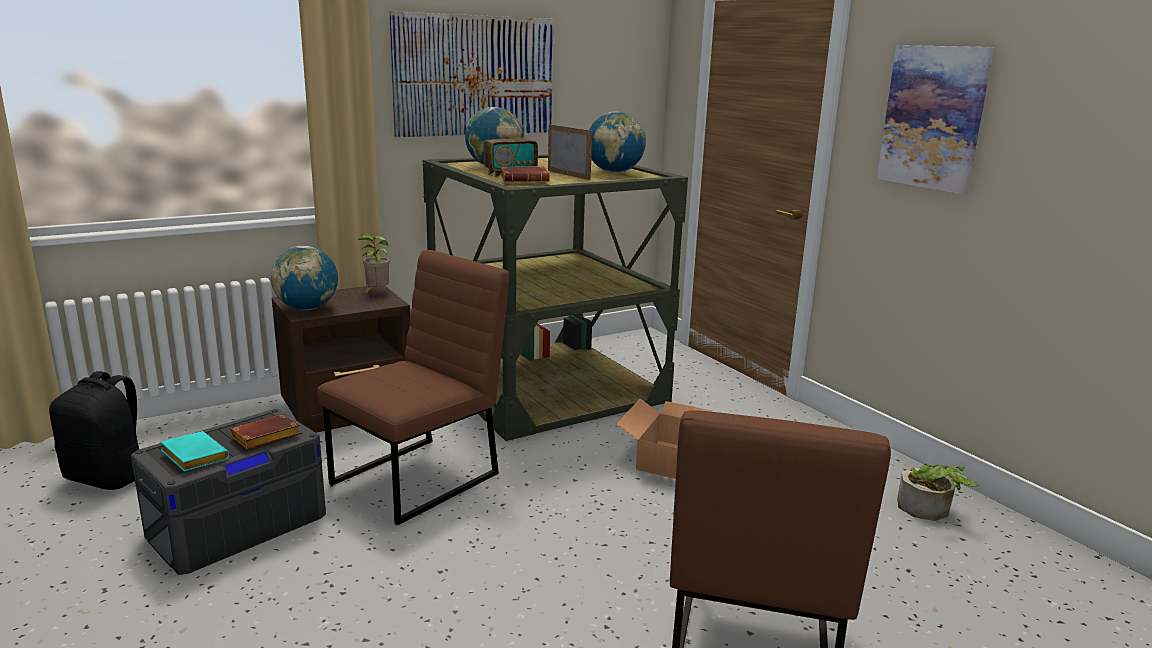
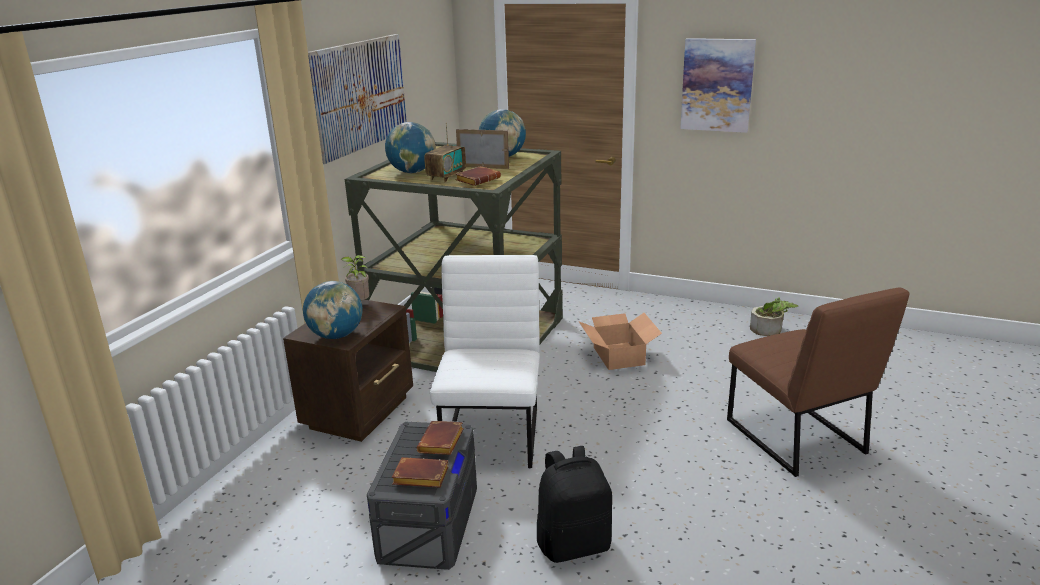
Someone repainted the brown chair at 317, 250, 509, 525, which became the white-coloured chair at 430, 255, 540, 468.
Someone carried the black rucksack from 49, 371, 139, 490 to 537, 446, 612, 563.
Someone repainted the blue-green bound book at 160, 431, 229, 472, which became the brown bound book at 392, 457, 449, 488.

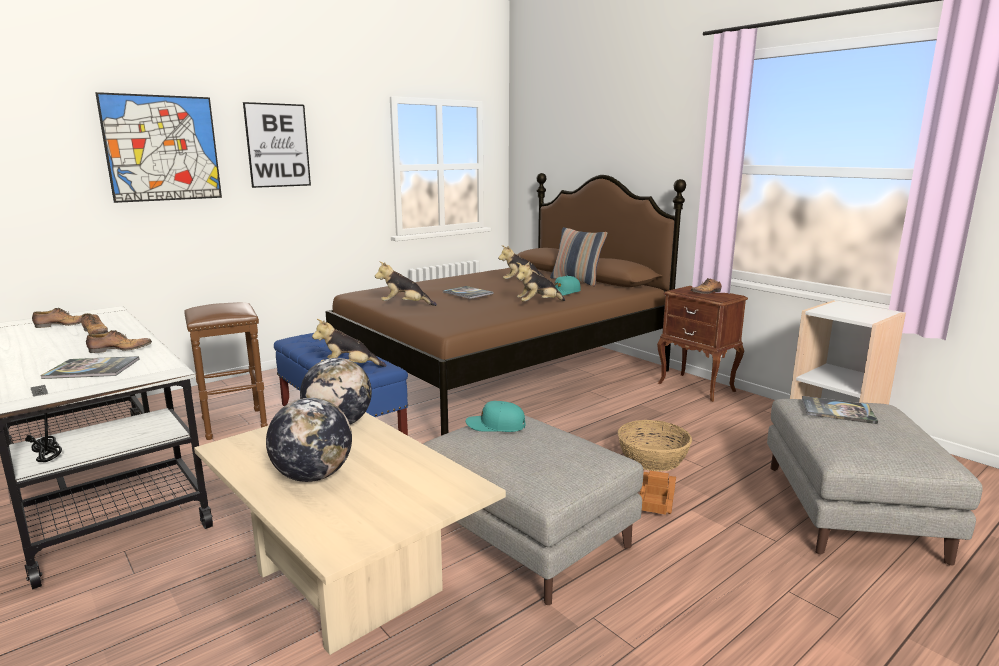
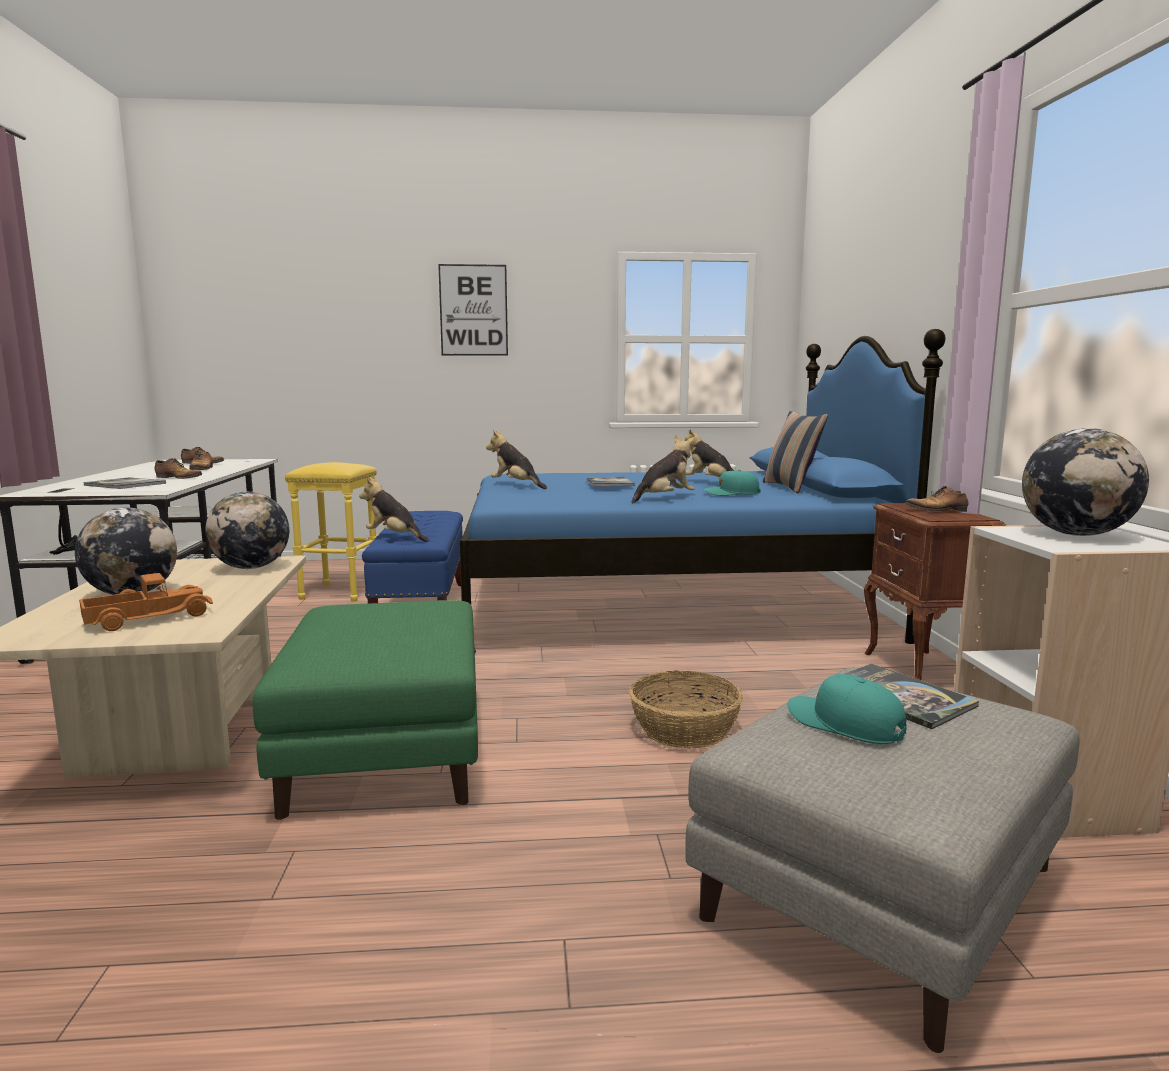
Someone took away the wall picture at 95, 92, 222, 203.
Someone repainted the brown bedroom bed at 325, 173, 686, 436, which became the blue-coloured bedroom bed at 460, 329, 946, 653.
Someone rotated the soft toy at 516, 262, 565, 302 by 135 degrees clockwise.
Someone repainted the brown sitting stool at 184, 302, 268, 440, which became the yellowish sitting stool at 285, 462, 377, 602.
Someone carried the blue-green peaked cap from 466, 401, 525, 432 to 787, 674, 907, 744.
Someone repainted the greyish pouffe at 423, 415, 643, 605, which became the green pouffe at 253, 600, 478, 820.
Someone carried the toy lorry from 639, 471, 676, 515 to 79, 573, 213, 631.
Someone put down the world globe at 1022, 428, 1149, 536.

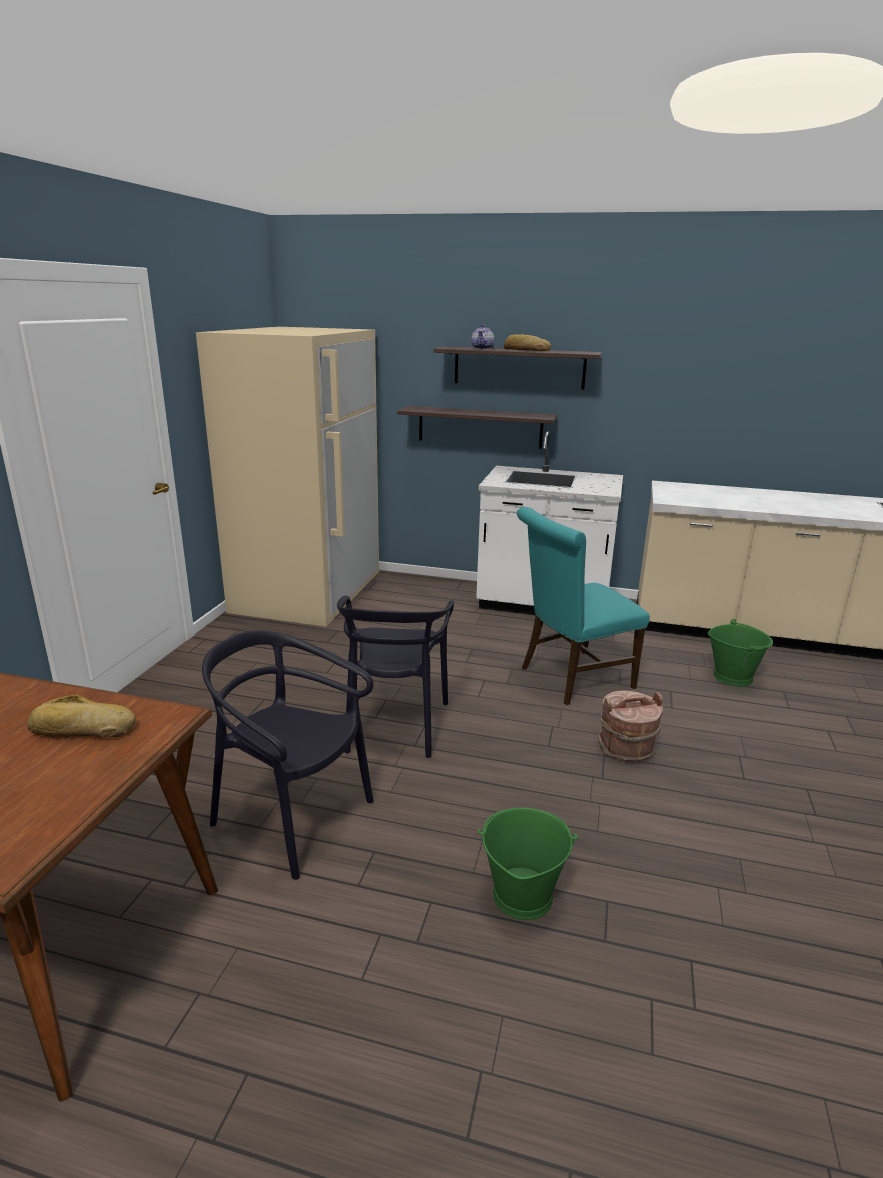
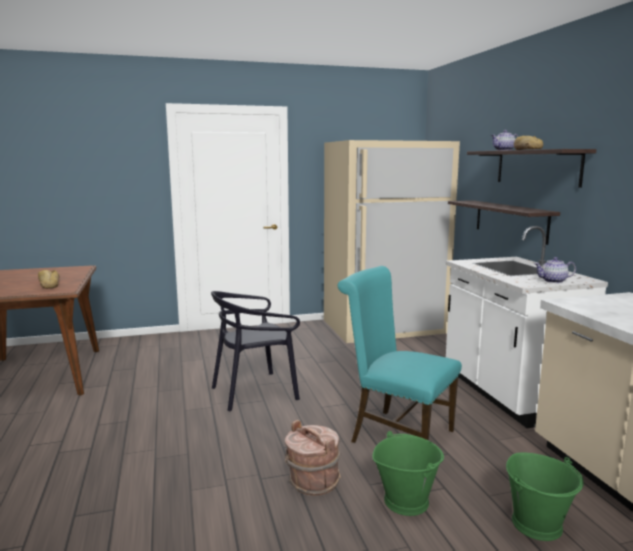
Someone took away the black chair at 202, 630, 374, 880.
Someone carried the green bucket from 478, 808, 578, 920 to 372, 431, 444, 516.
Someone put down the tea pot at 534, 257, 576, 283.

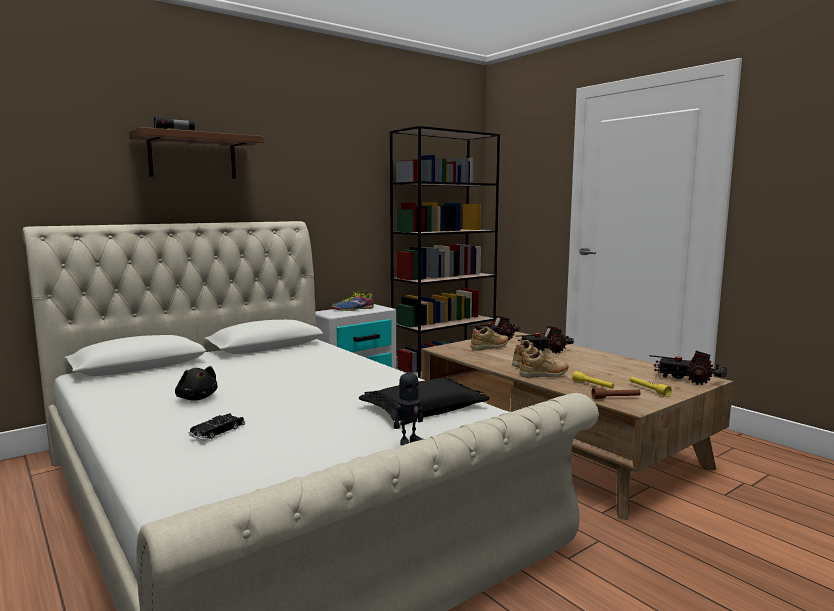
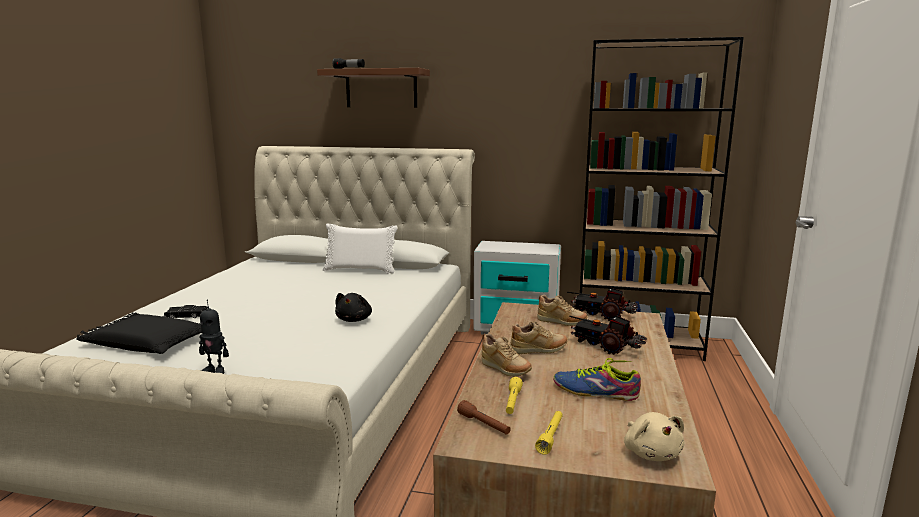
Someone carried the item of footwear from 332, 291, 374, 311 to 553, 358, 641, 401.
Someone swapped the toy lorry at 649, 351, 727, 385 for the beige soft toy at 624, 412, 684, 461.
Someone carried the black soft toy from 175, 366, 218, 401 to 335, 293, 372, 322.
Someone carried the black cushion from 359, 378, 490, 421 to 76, 312, 202, 354.
Someone put down the white-coloured cushion at 323, 223, 398, 274.

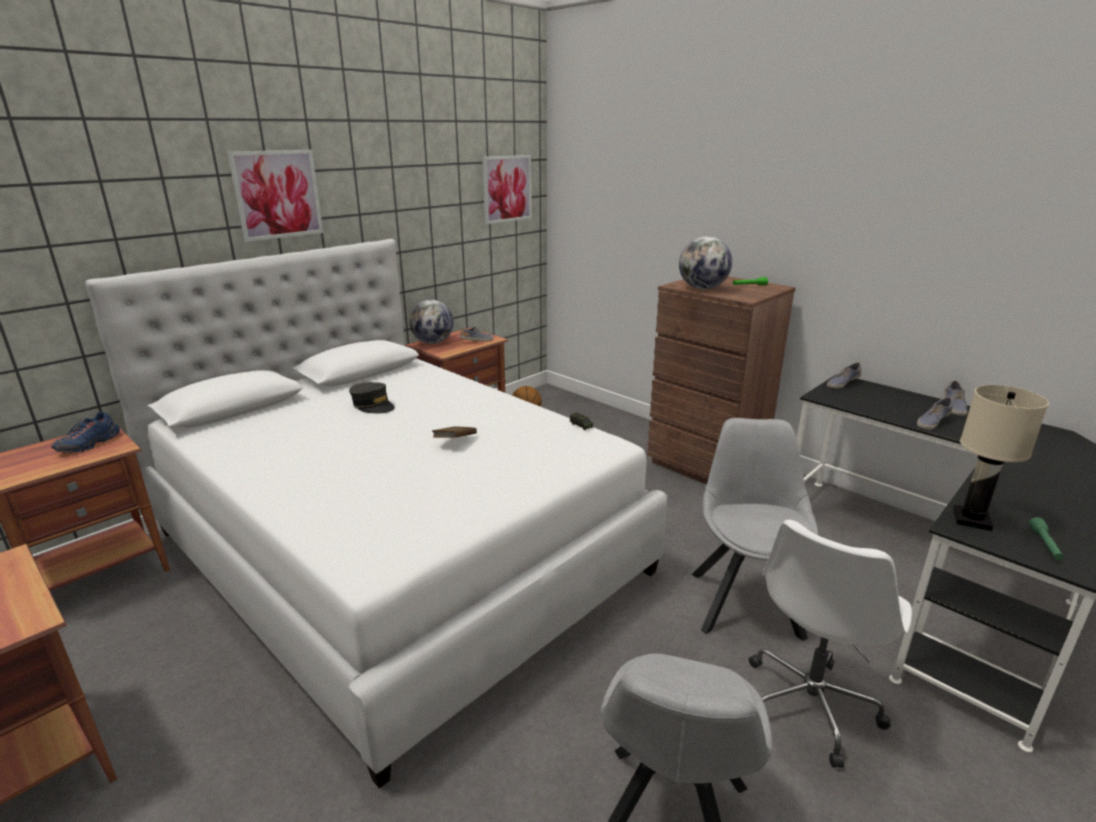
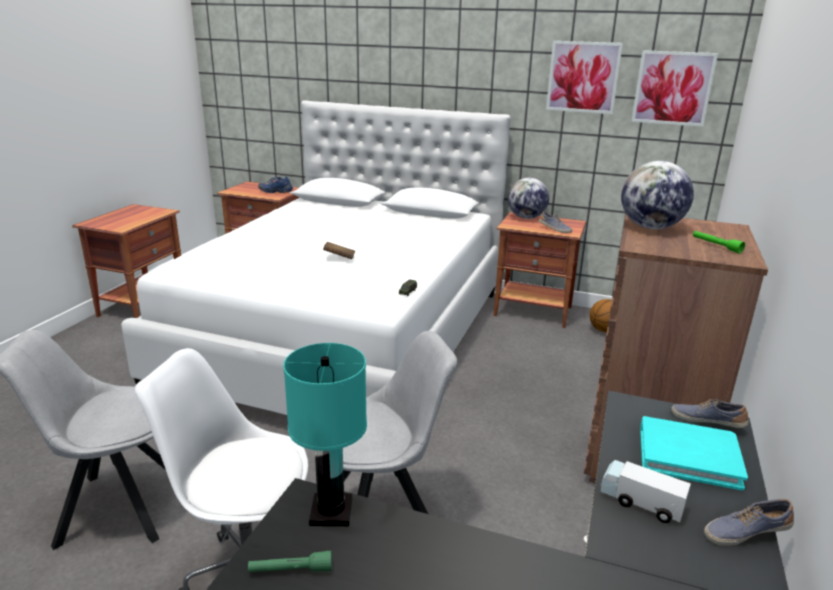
Someone carried the wall picture from 227, 150, 323, 242 to 546, 41, 623, 114.
Someone took away the greyish peaked cap at 349, 382, 395, 414.
Someone repainted the beige lamp for a table at 953, 385, 1049, 531, which became the blue-green lamp for a table at 283, 343, 367, 526.
Someone swapped the item of footwear at 917, 397, 953, 430 for the toy lorry at 600, 460, 691, 523.
Someone put down the blue-green bound book at 640, 416, 748, 491.

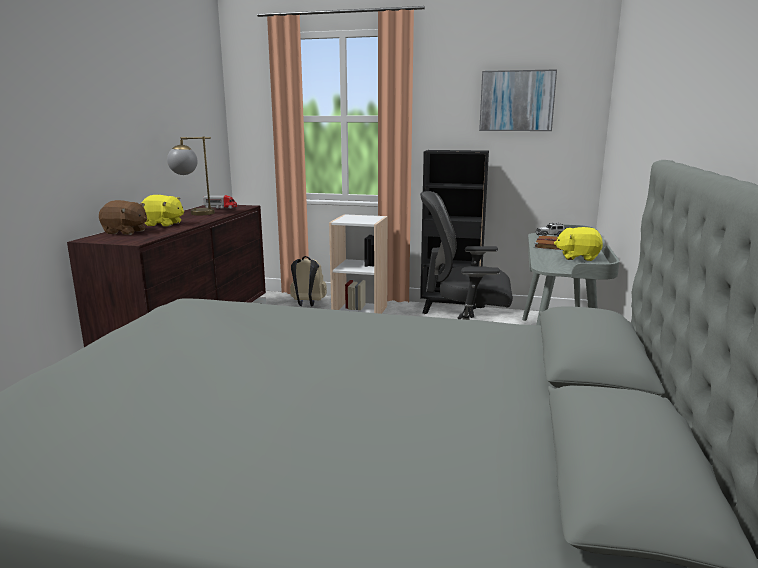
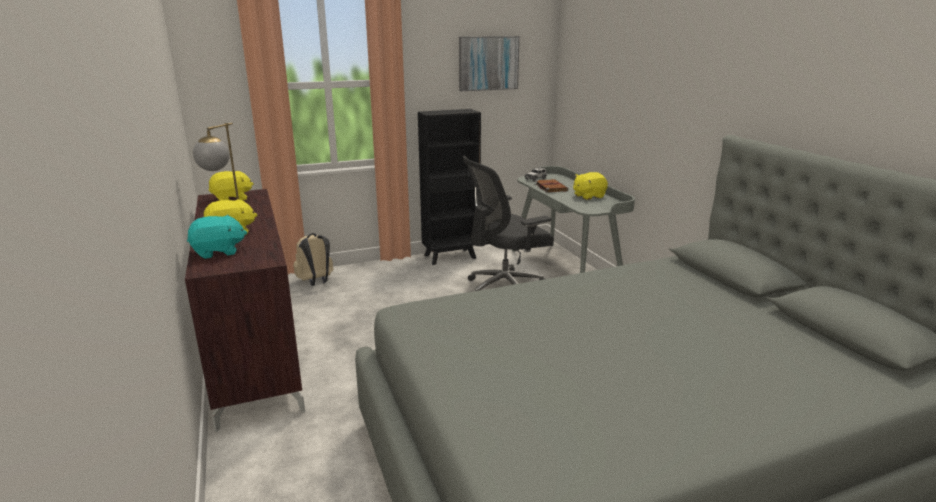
Someone swapped the toy lorry at 203, 195, 237, 209 for the yellowish soft toy at 209, 171, 254, 201.
Someone repainted the brown soft toy at 99, 200, 147, 235, which became the blue-green soft toy at 187, 215, 247, 259.
Someone took away the bookshelf at 329, 214, 388, 314.

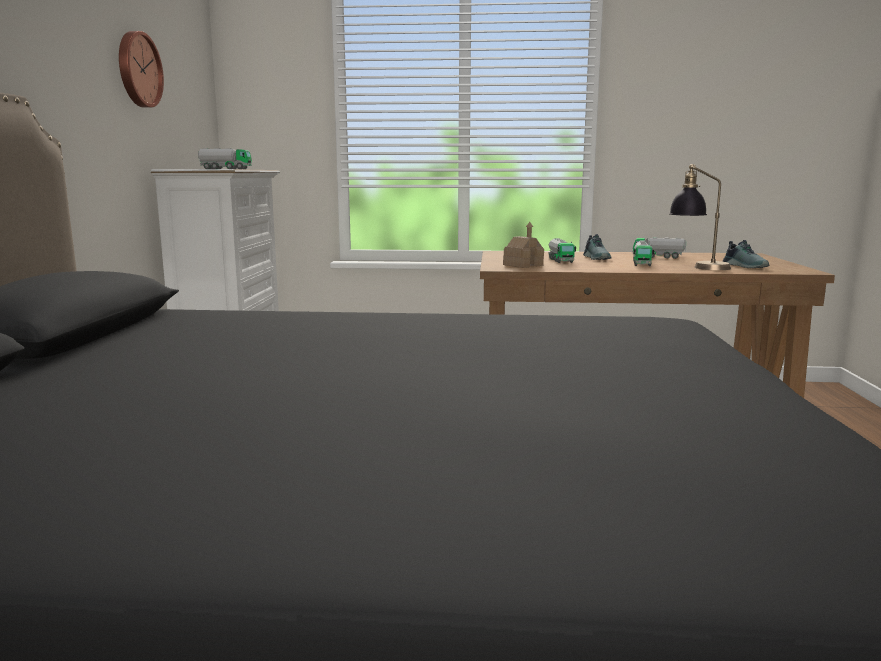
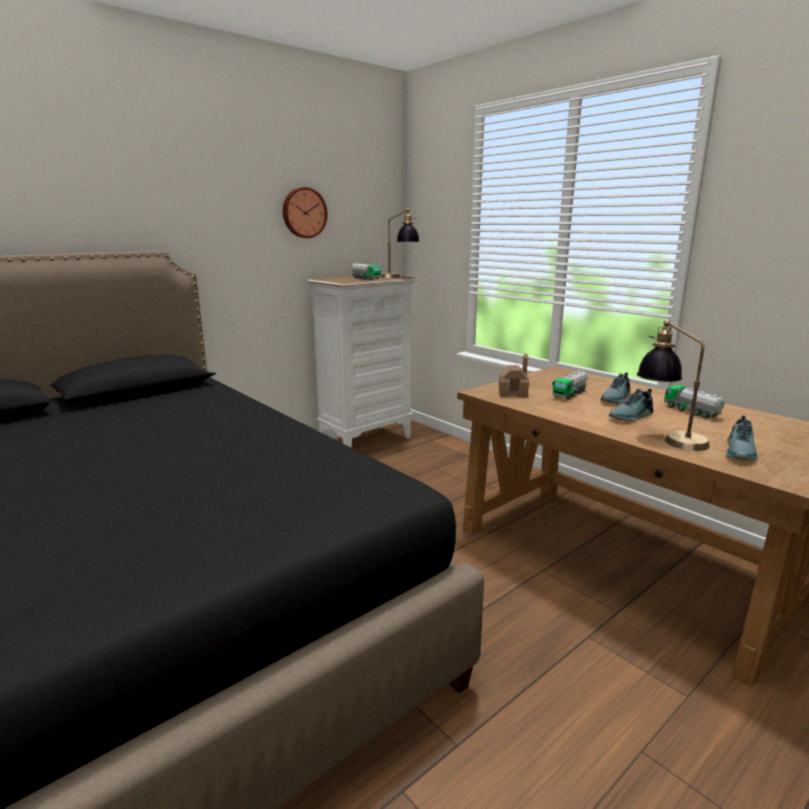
Someone swapped the toy lorry at 633, 240, 654, 266 for the item of footwear at 609, 389, 653, 421.
Someone put down the lamp for a table at 381, 208, 420, 278.

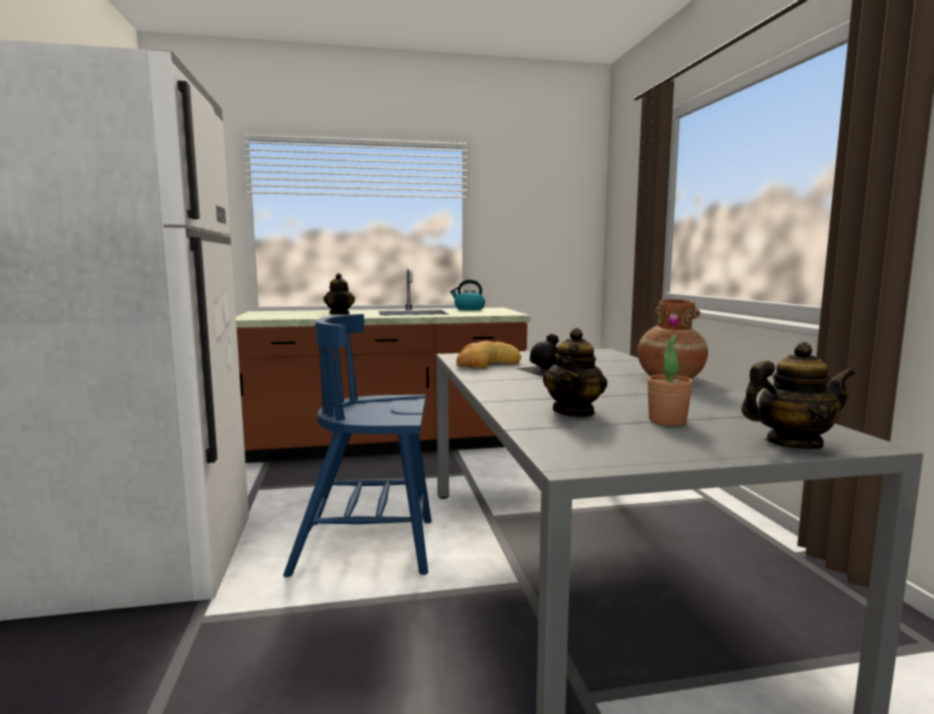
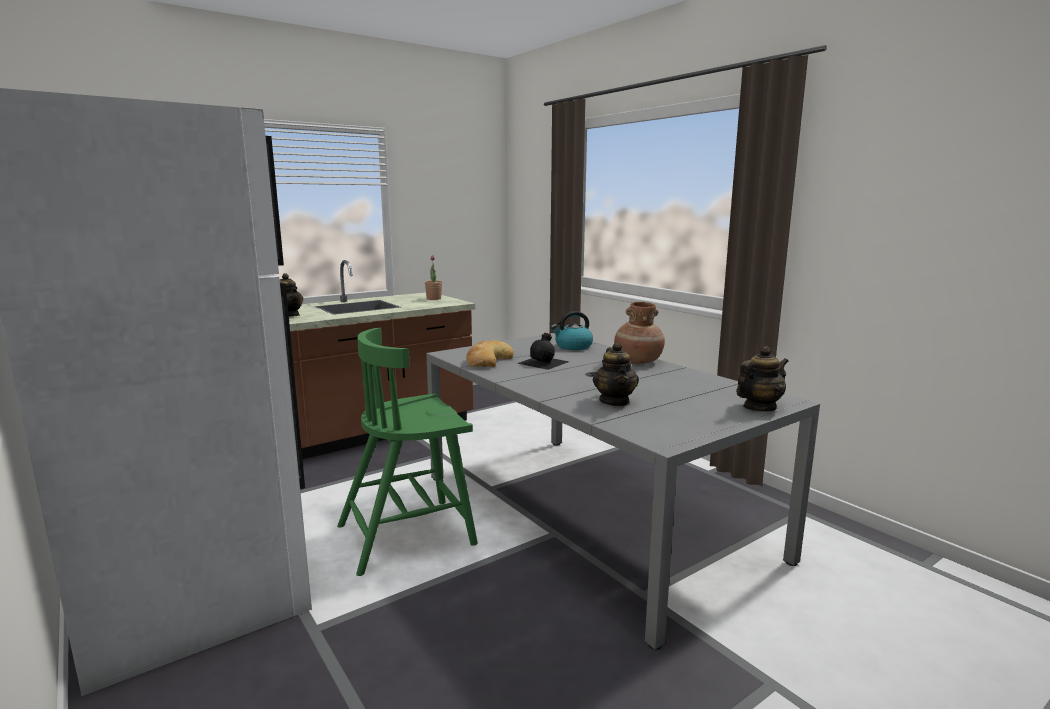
Someone carried the kettle from 450, 280, 485, 310 to 551, 311, 593, 350.
Someone carried the potted plant from 647, 313, 693, 426 to 425, 255, 442, 300.
Someone repainted the blue-coloured chair at 283, 314, 432, 577, which became the green chair at 337, 328, 478, 576.

